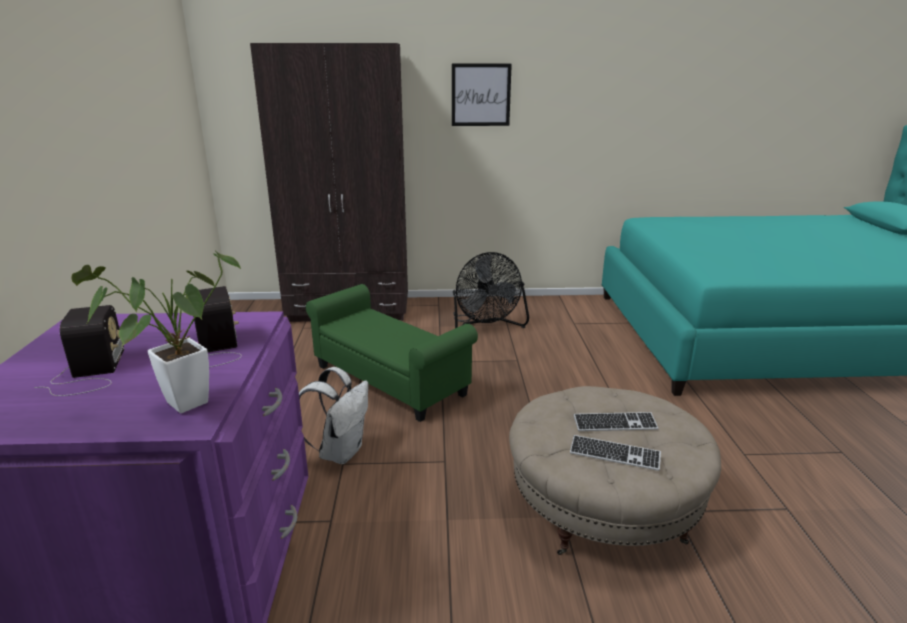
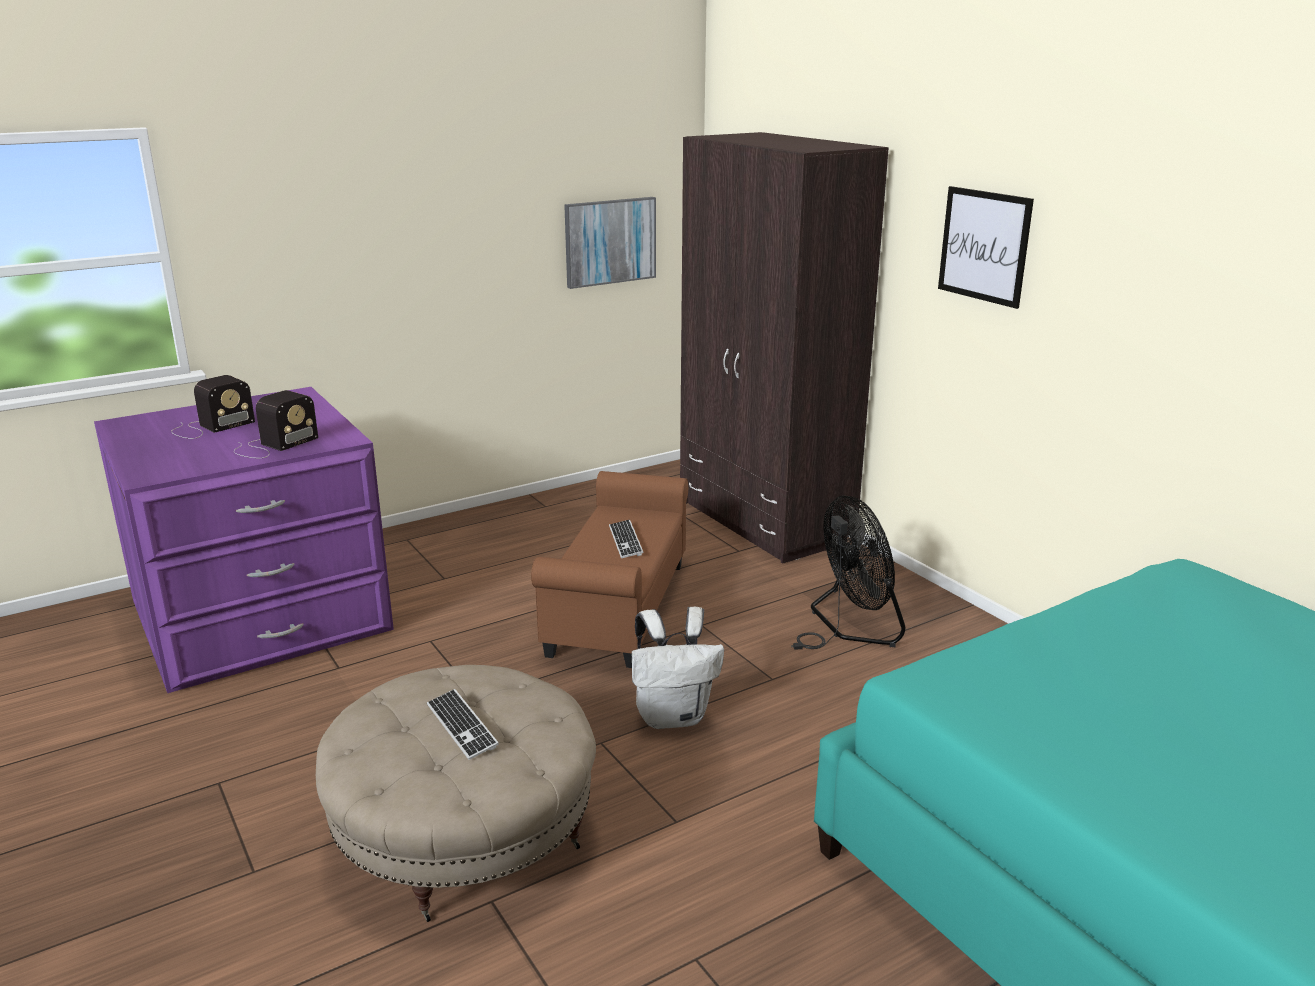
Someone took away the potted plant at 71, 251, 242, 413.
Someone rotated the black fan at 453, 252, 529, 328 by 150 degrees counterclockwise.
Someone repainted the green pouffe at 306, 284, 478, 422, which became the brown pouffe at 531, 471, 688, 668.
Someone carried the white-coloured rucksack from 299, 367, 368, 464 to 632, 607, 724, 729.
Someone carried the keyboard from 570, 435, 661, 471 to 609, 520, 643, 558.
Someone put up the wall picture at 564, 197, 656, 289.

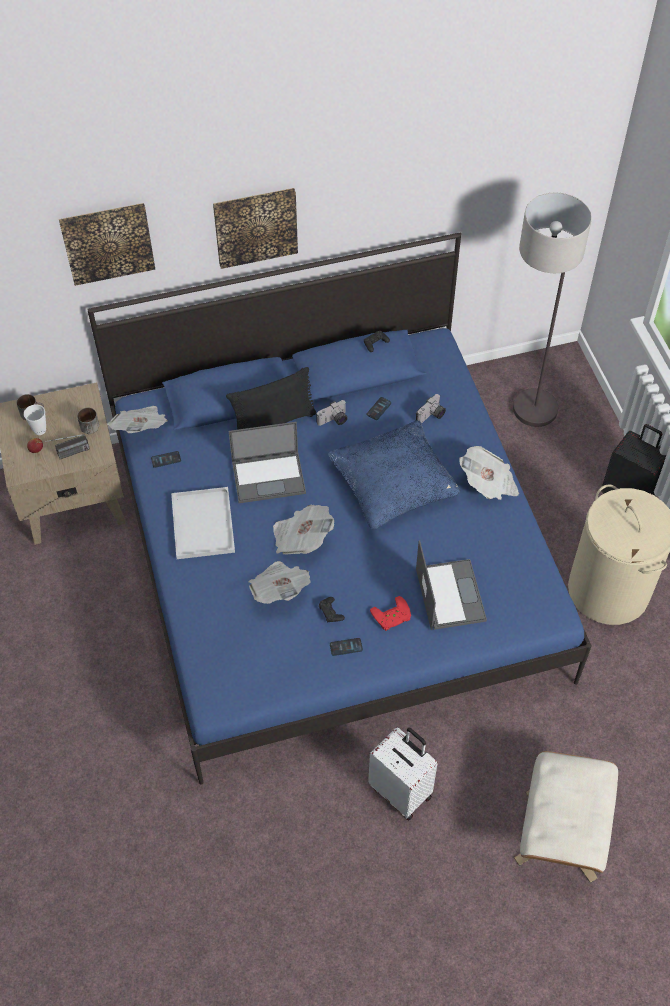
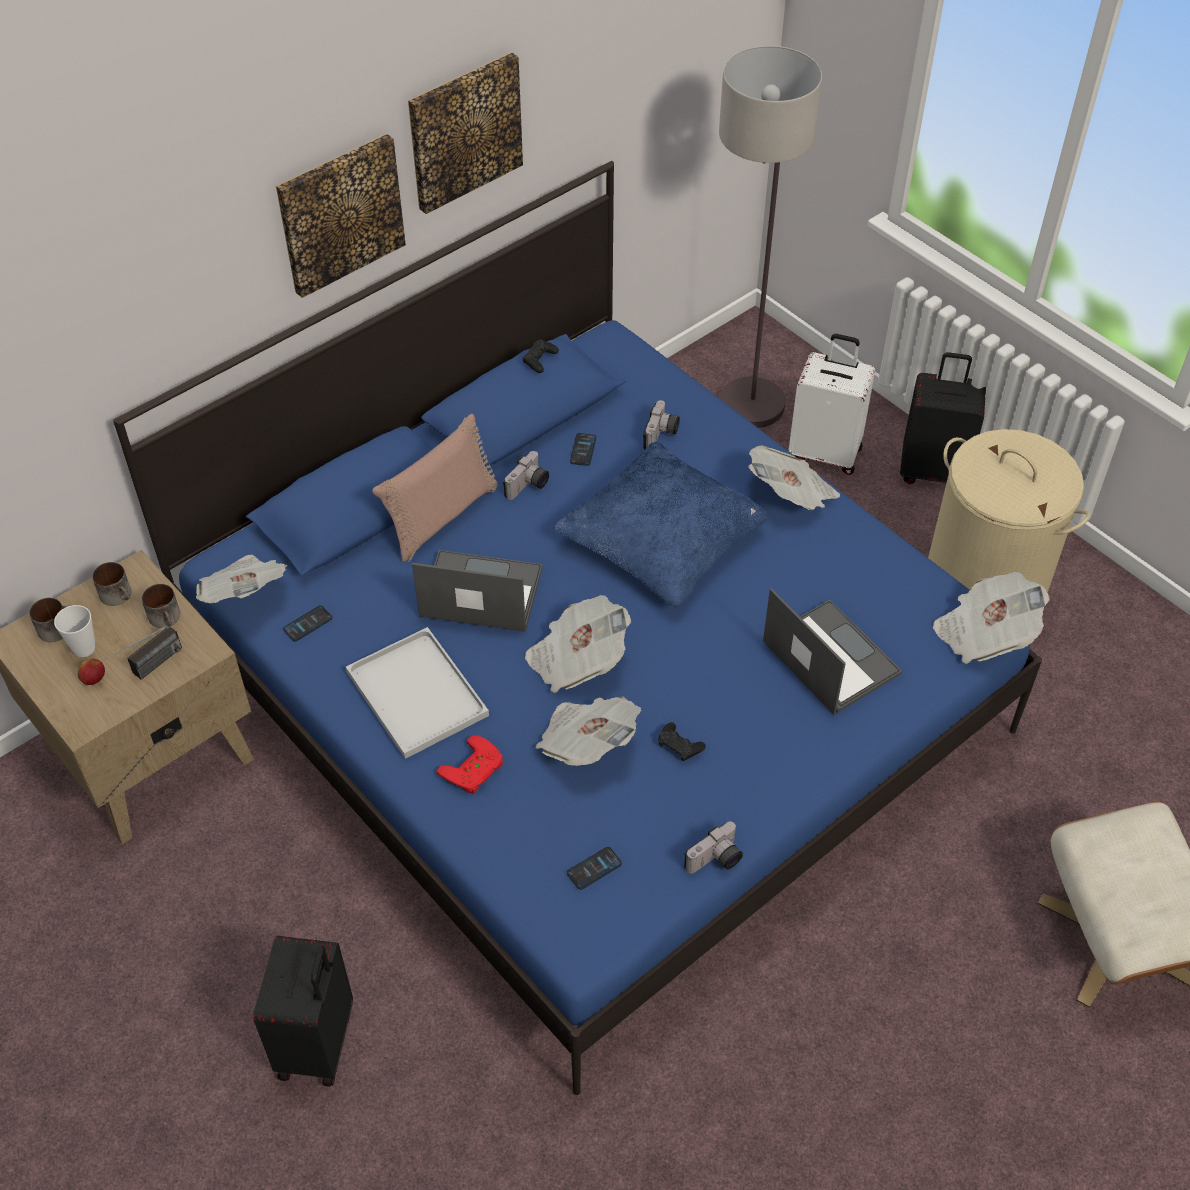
Someone carried the wall picture from 59, 203, 155, 286 to 408, 53, 523, 214.
Someone repainted the black cushion at 226, 367, 316, 430, which became the beige cushion at 372, 414, 498, 562.
Someone rotated the laptop at 229, 422, 306, 503 by 135 degrees counterclockwise.
Someone carried the red joypad from 370, 596, 411, 631 to 436, 735, 503, 794.
Someone carried the phone from 330, 638, 363, 656 to 567, 847, 622, 890.
Someone carried the white-coloured suitcase from 368, 727, 437, 821 to 789, 334, 875, 475.
Someone put down the coffee mug at 92, 562, 131, 606.
Someone put down the printed paper at 933, 572, 1050, 664.
Someone put down the photo camera at 684, 821, 743, 874.
Someone put down the black suitcase at 253, 936, 353, 1087.

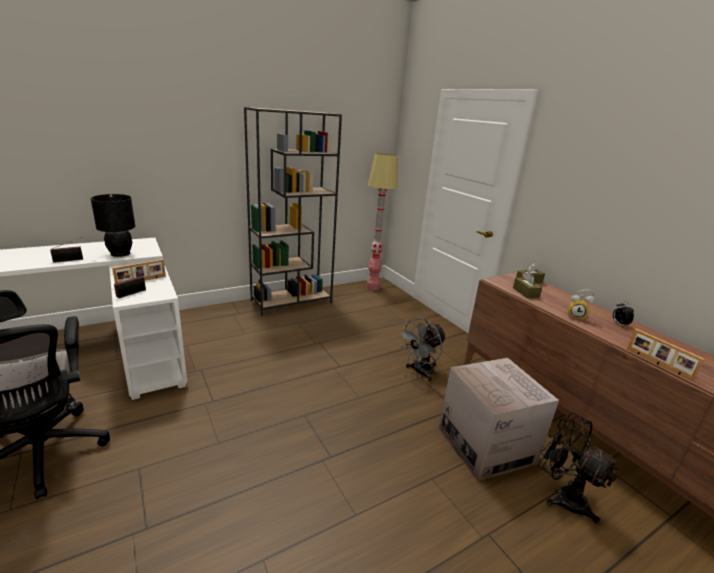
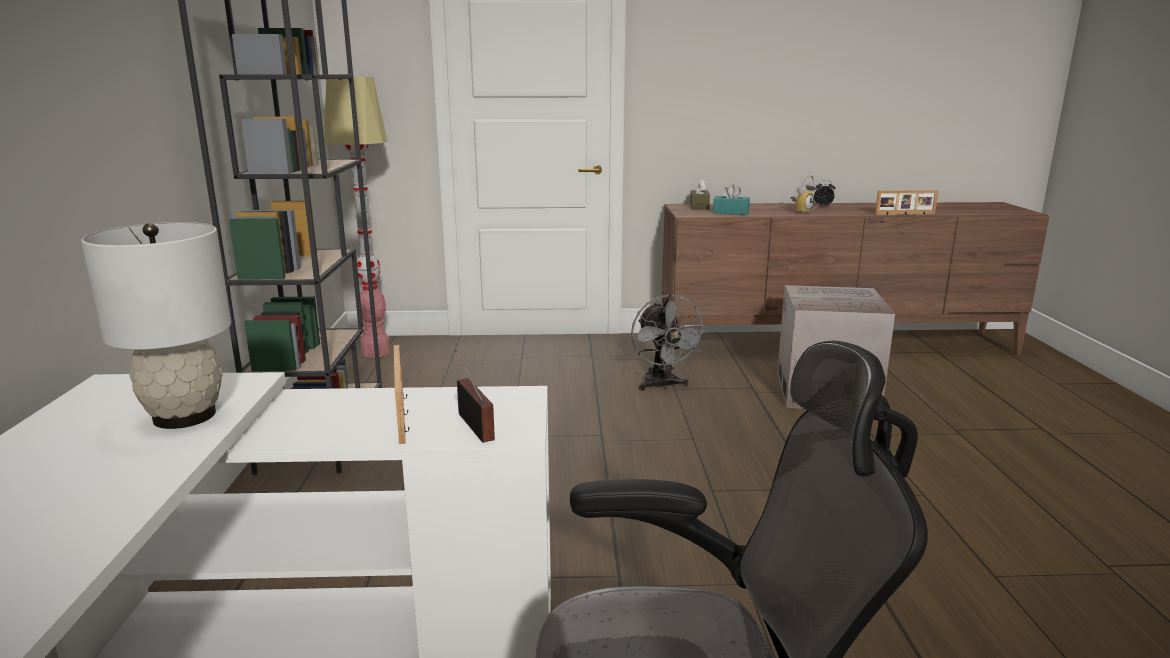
Someone repainted the black lamp for a table at 91, 194, 135, 257, which became the white-coloured lamp for a table at 81, 222, 231, 429.
Someone took away the radio receiver at 50, 237, 83, 263.
Someone repainted the brown box of tissues at 513, 272, 542, 299, which became the blue-green box of tissues at 713, 184, 750, 215.
Someone took away the black fan at 538, 412, 618, 524.

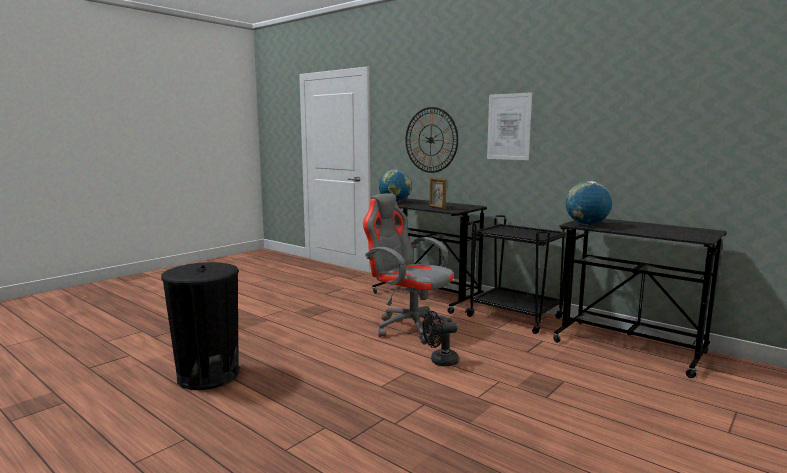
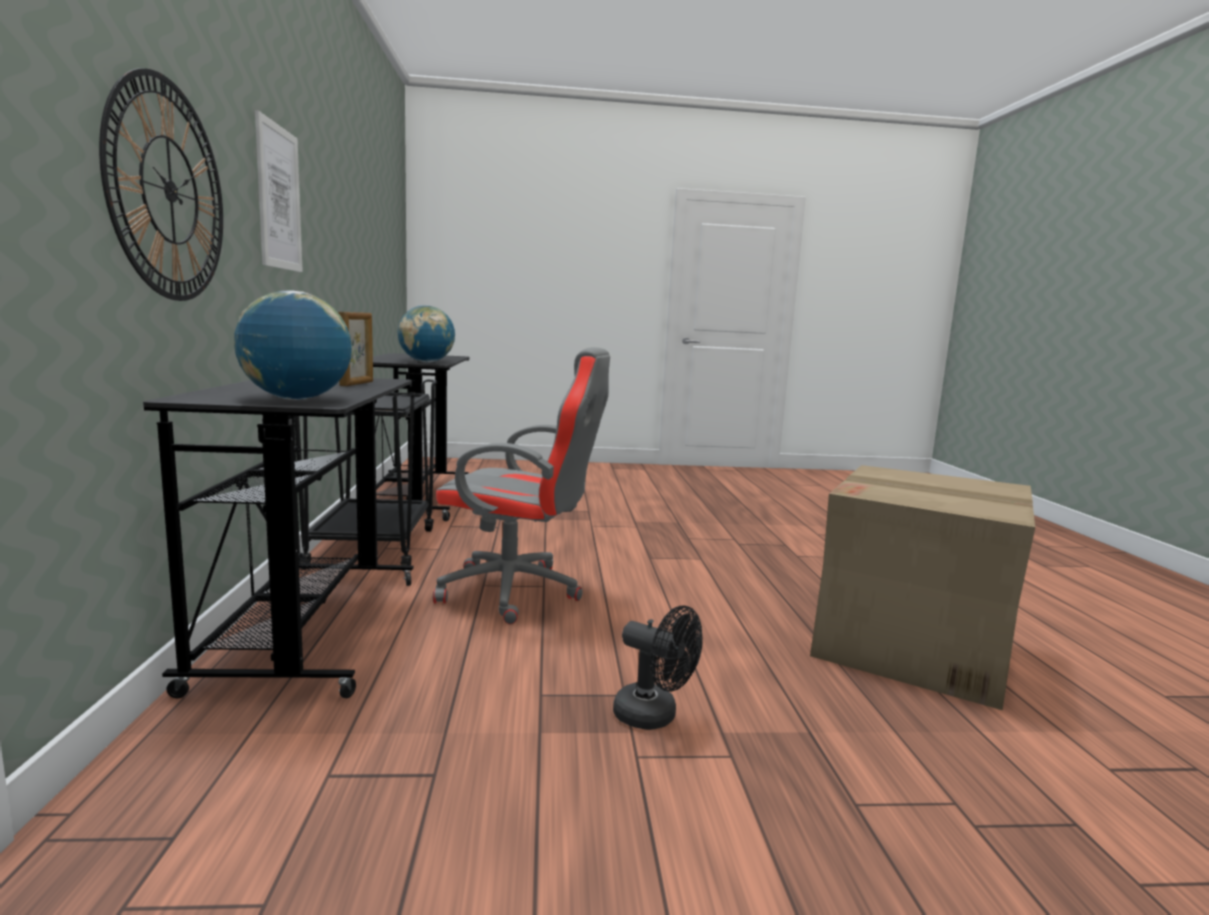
Someone rotated the greyish office chair at 363, 193, 454, 345 by 75 degrees counterclockwise.
Someone swapped the black rubbish bin at 161, 262, 239, 390 for the packing box at 810, 465, 1035, 710.
Someone carried the black fan from 423, 311, 459, 366 to 613, 606, 703, 730.

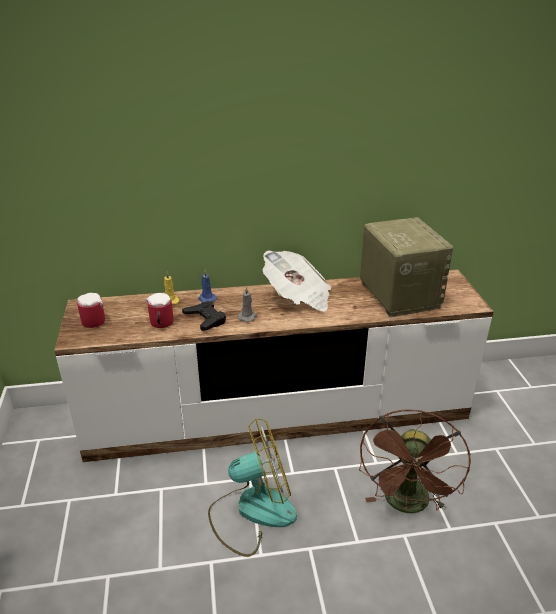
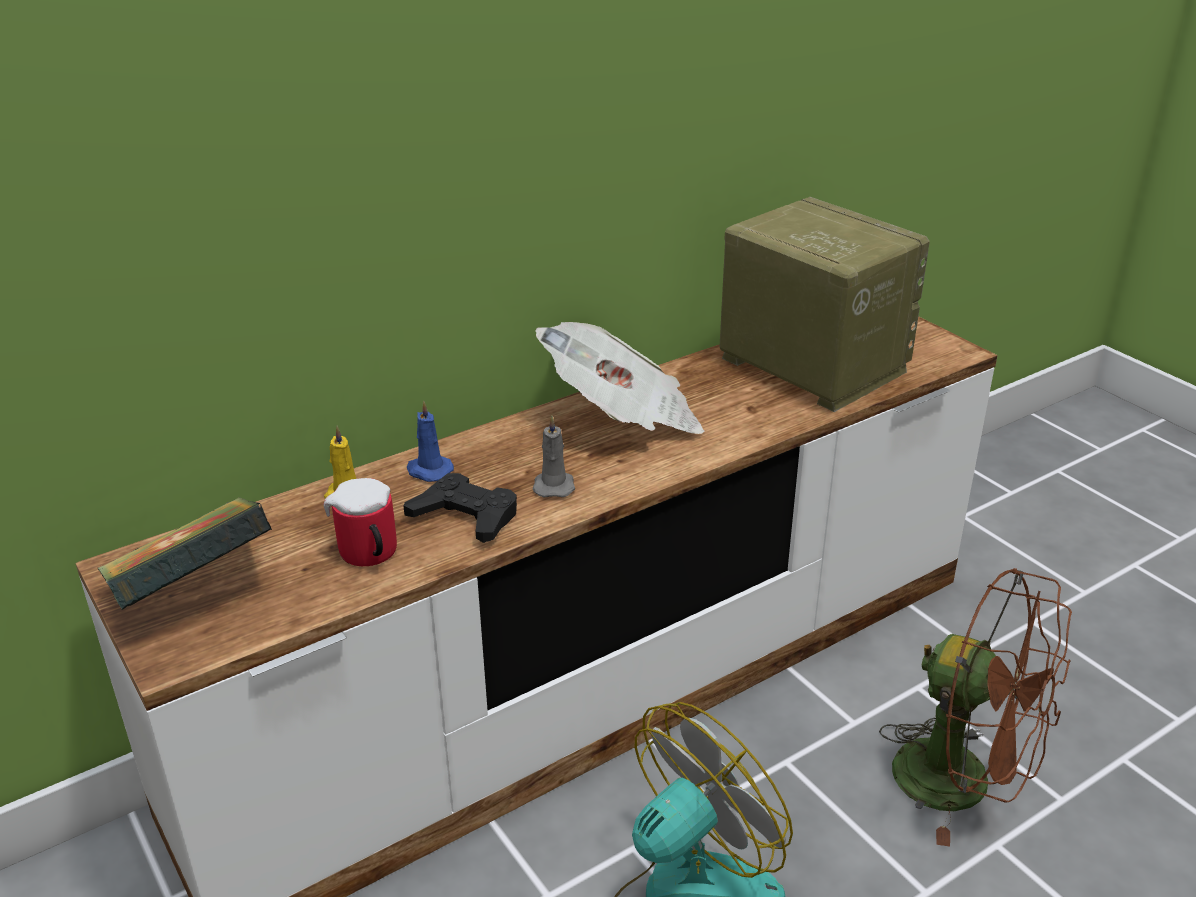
Someone swapped the coffee mug at 77, 293, 105, 328 for the bound book at 98, 497, 272, 610.
Someone rotated the brown fan at 359, 409, 471, 513 by 45 degrees counterclockwise.

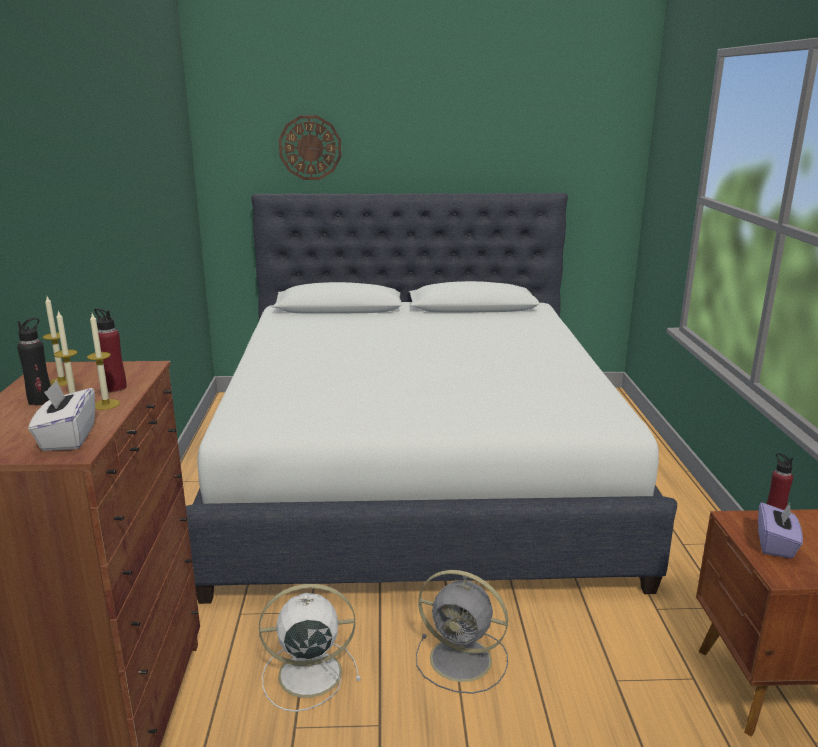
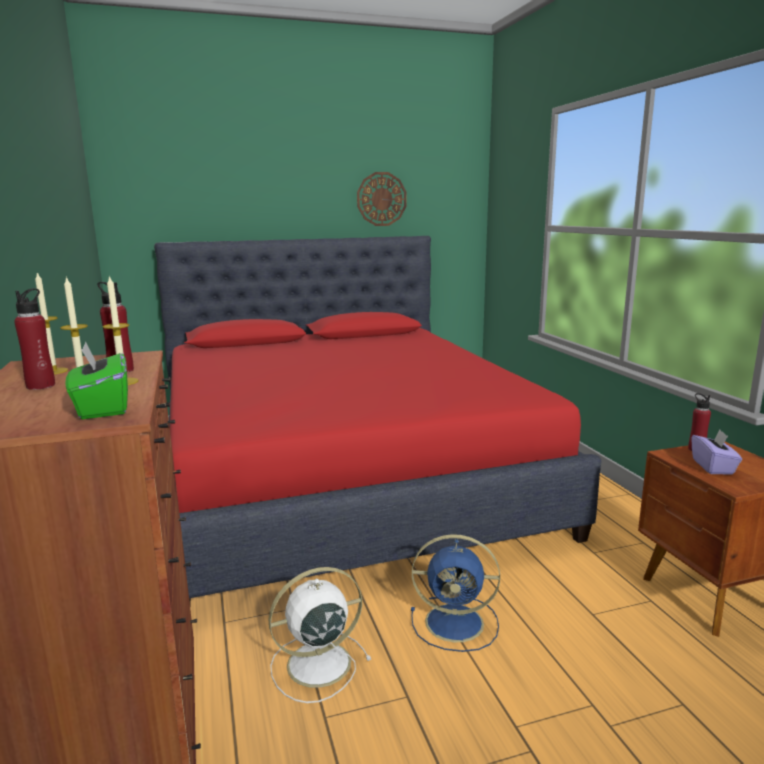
Someone carried the wall clock from 279, 115, 342, 180 to 357, 172, 407, 226.
Someone repainted the white-coloured bedroom bed at 186, 193, 677, 604, which became the red bedroom bed at 154, 236, 602, 604.
Someone repainted the black bottle at 17, 318, 51, 405, which became the red bottle at 14, 288, 55, 390.
Someone repainted the white-coloured box of tissues at 28, 380, 95, 451, which became the green box of tissues at 66, 342, 128, 419.
Someone repainted the greyish fan at 416, 570, 508, 694, which became the blue-coloured fan at 411, 534, 500, 652.

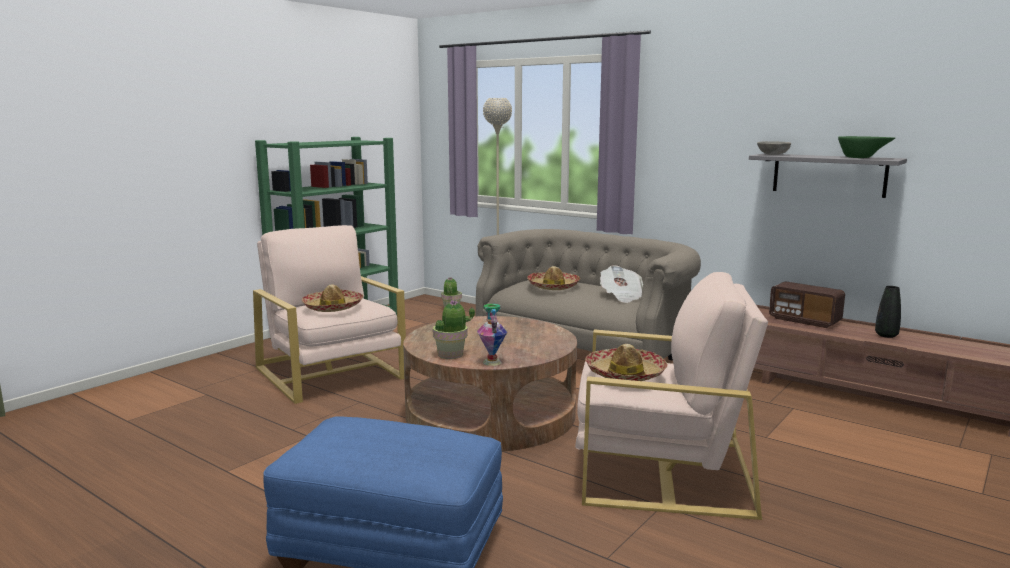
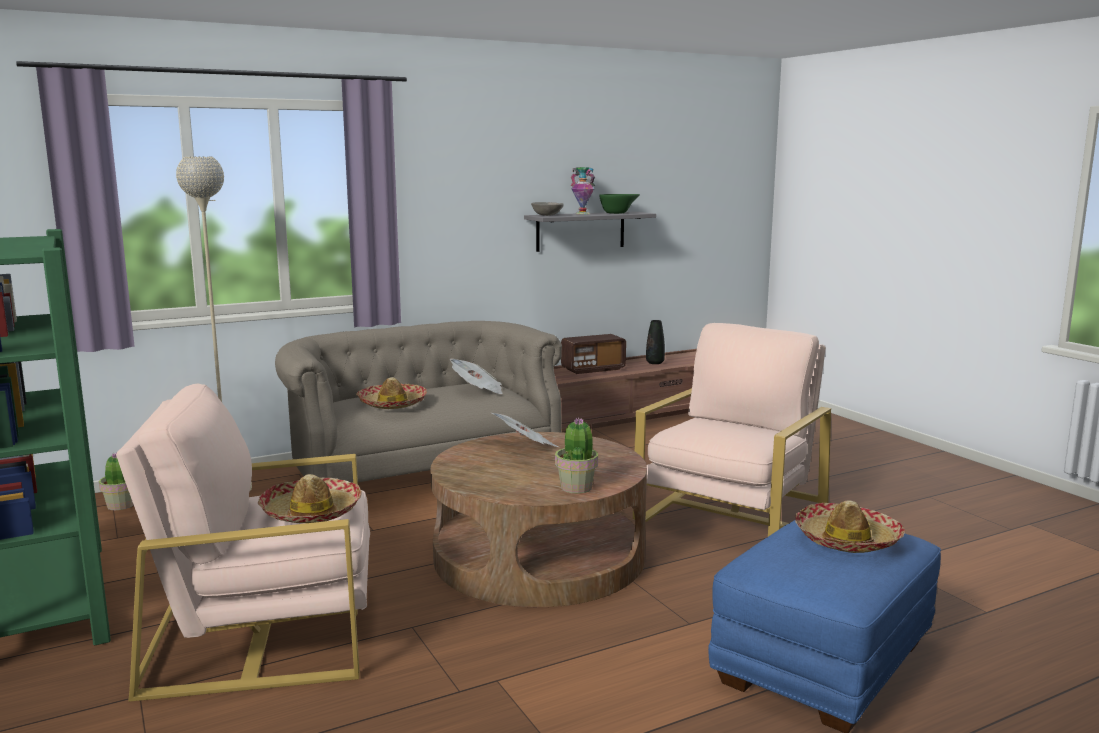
Someone carried the flower vase from 477, 304, 507, 366 to 571, 167, 595, 214.
Someone carried the wearable hat from 585, 344, 667, 381 to 795, 501, 905, 553.
Someone put down the printed paper at 491, 413, 558, 447.

